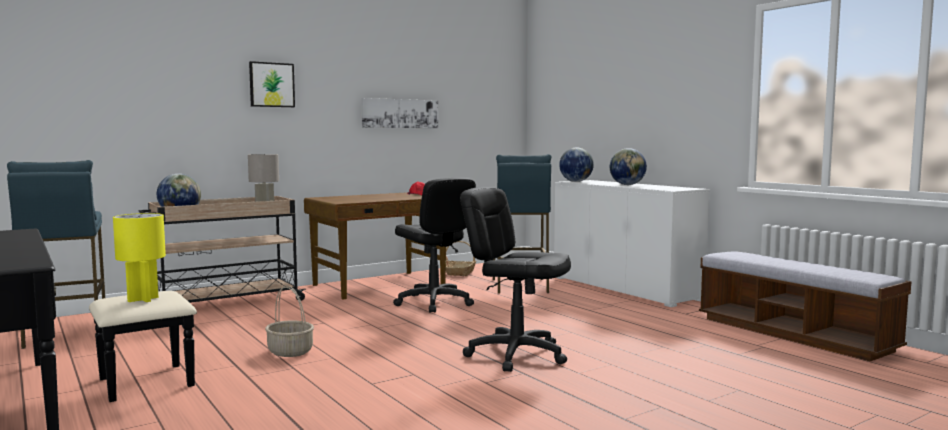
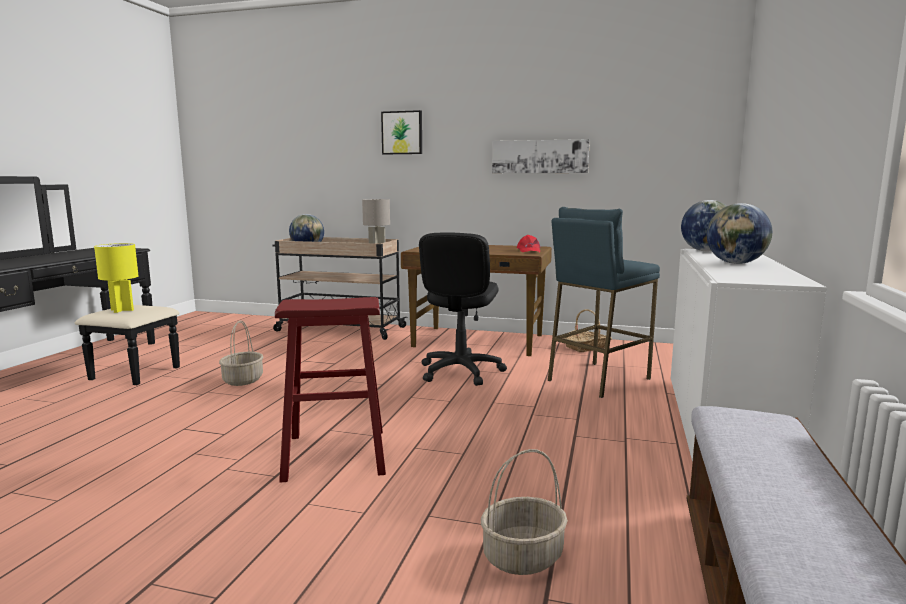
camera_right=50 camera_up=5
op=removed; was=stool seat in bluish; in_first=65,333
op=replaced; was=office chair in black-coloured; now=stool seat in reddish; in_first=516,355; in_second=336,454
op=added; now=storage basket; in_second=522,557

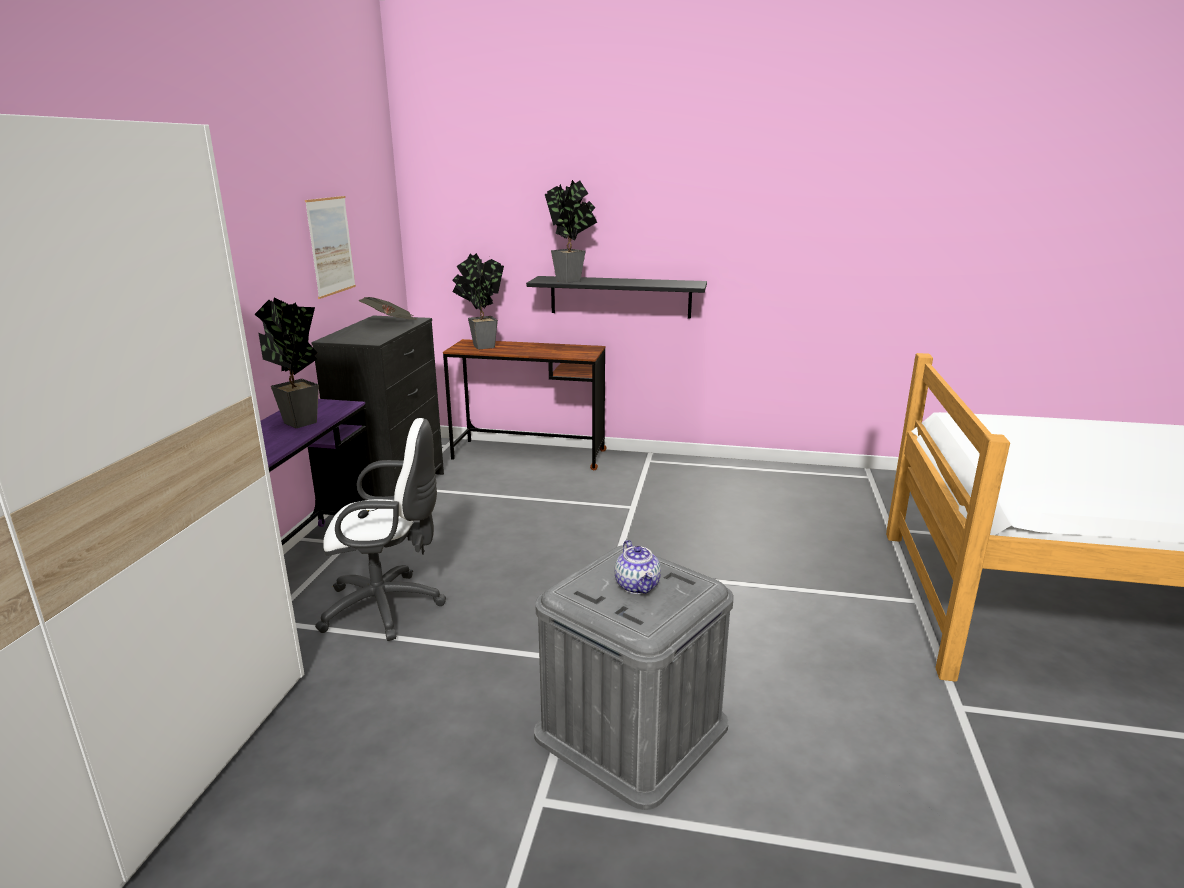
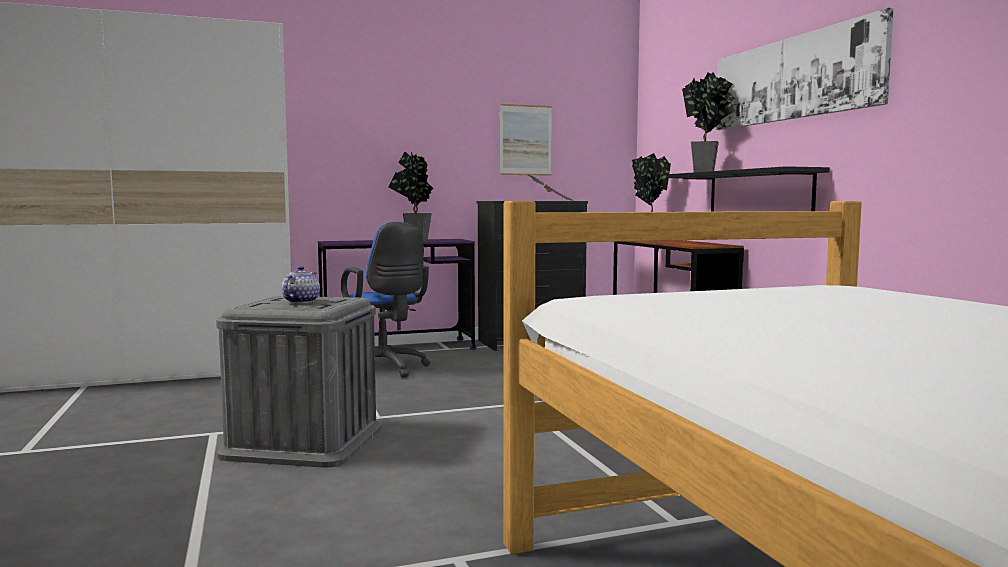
camera_right=60 camera_up=-15
op=recoloured; was=office chair in white; now=office chair in bluish; in_first=388,607; in_second=386,369
op=turned; was=pot for tea; in_first=638,586; in_second=301,301; clockwise=150
op=added; now=picture; in_second=792,78

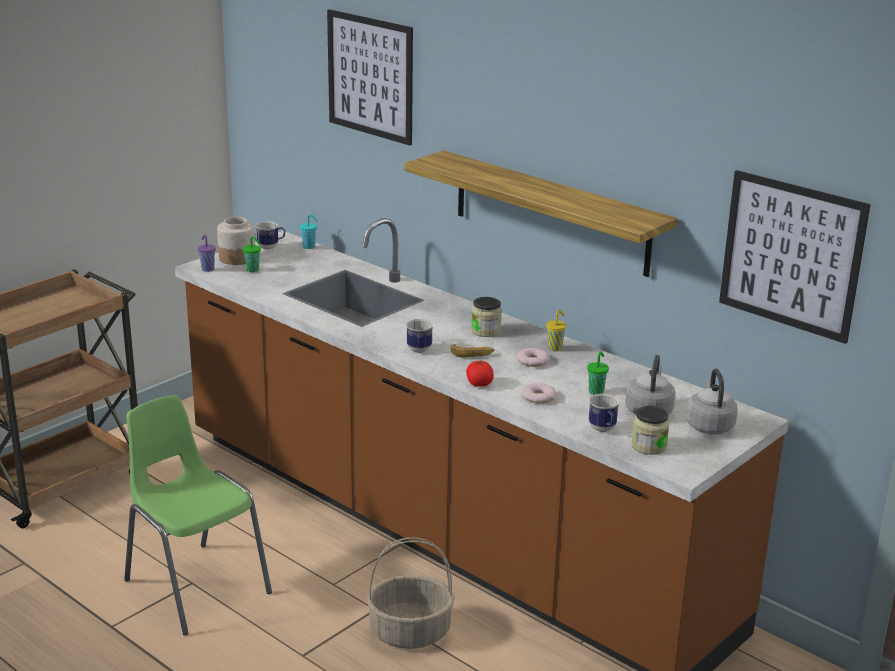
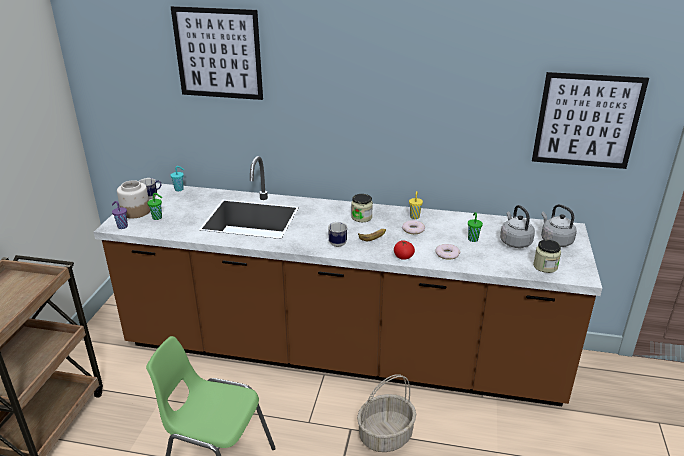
camera_right=-30 camera_up=5
op=removed; was=wall shelf; in_first=550,213
op=removed; was=mug; in_first=603,430

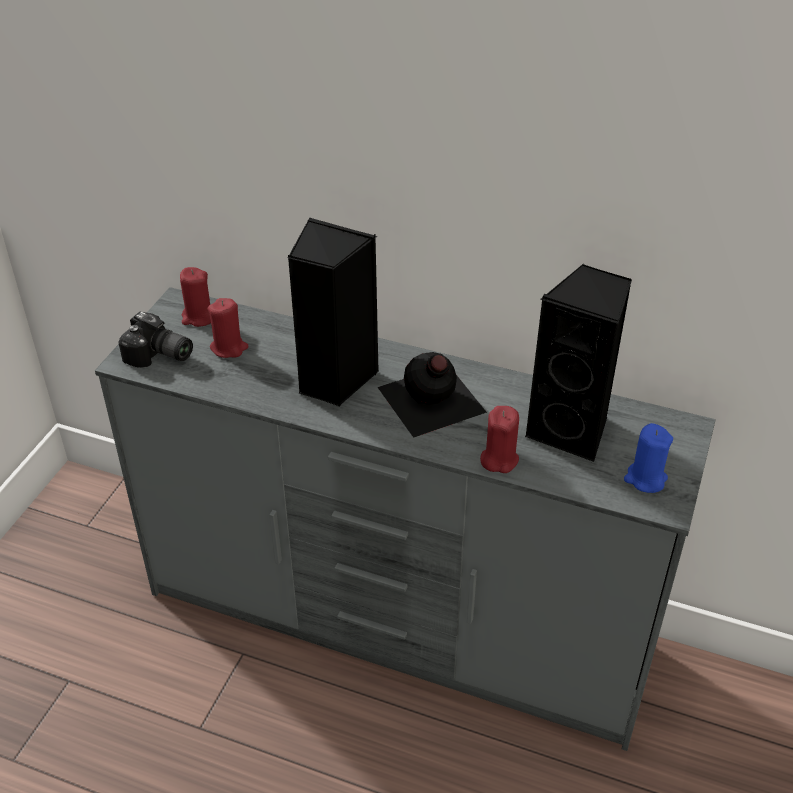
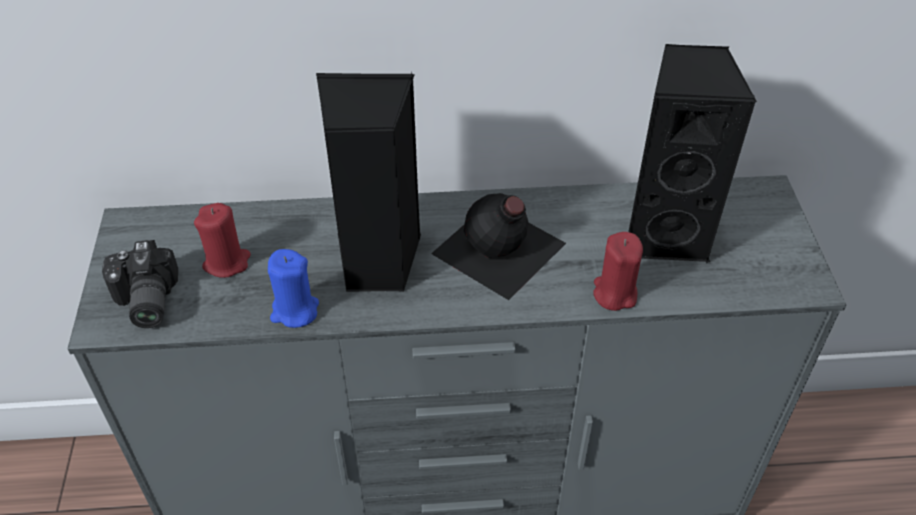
camera_right=-25 camera_up=5
op=removed; was=wax light in reddish; in_first=198,317
op=turned; was=still camera; in_first=159,356; in_second=143,301; clockwise=75
op=moved; was=wax light in bluish; in_first=645,479; in_second=294,311

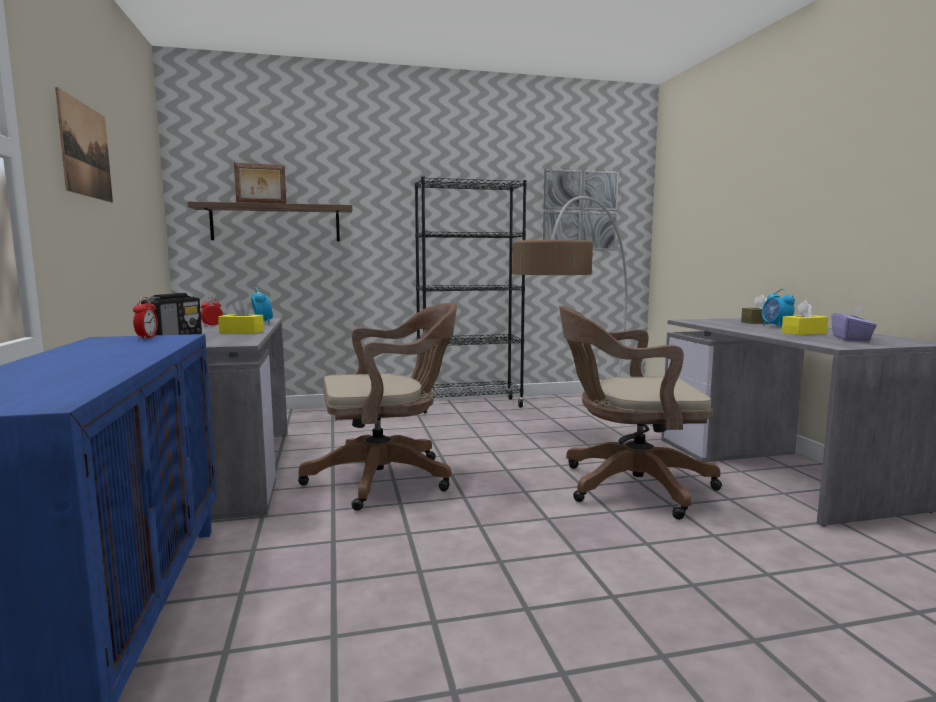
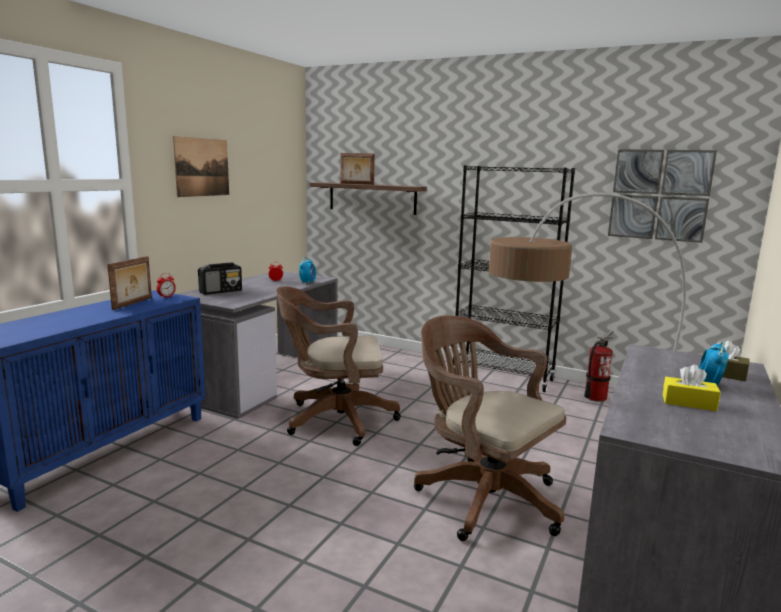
camera_right=40 camera_up=5
op=removed; was=tissue box in yellow-coloured; in_first=241,331
op=turned; was=office chair in brownish; in_first=387,478; in_second=334,420; clockwise=150
op=removed; was=tissue box in purplish; in_first=851,339
op=added; now=picture frame; in_second=133,303
op=added; now=fire extinguisher; in_second=595,397

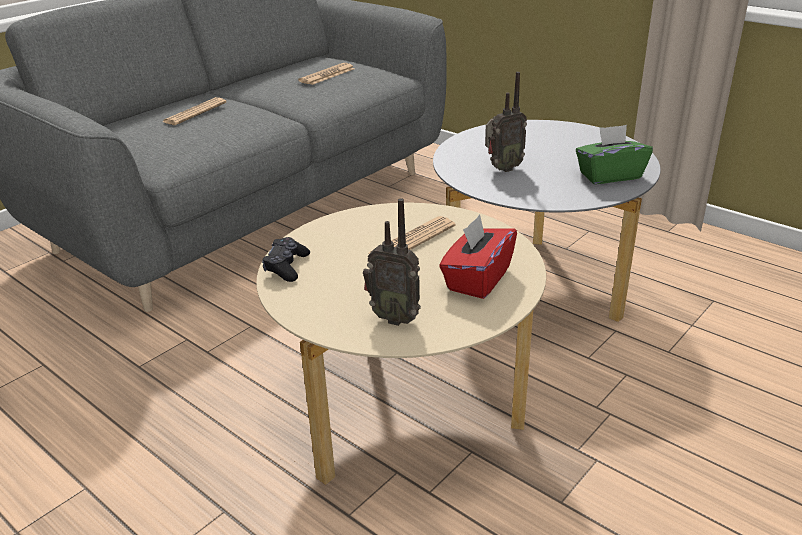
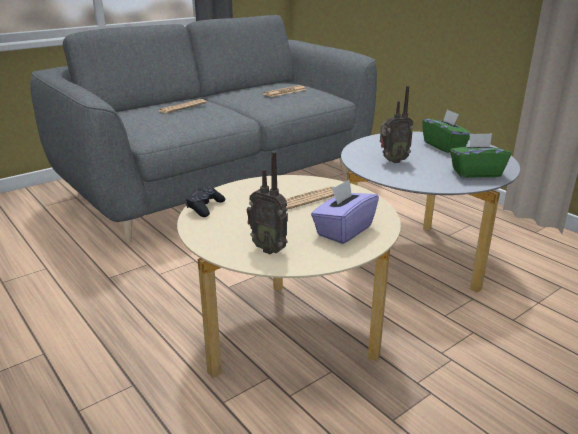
camera_right=10 camera_up=-5
op=recoloured; was=tissue box in reddish; now=tissue box in purplish; in_first=477,279; in_second=343,230
op=added; now=tissue box in green; in_second=444,146

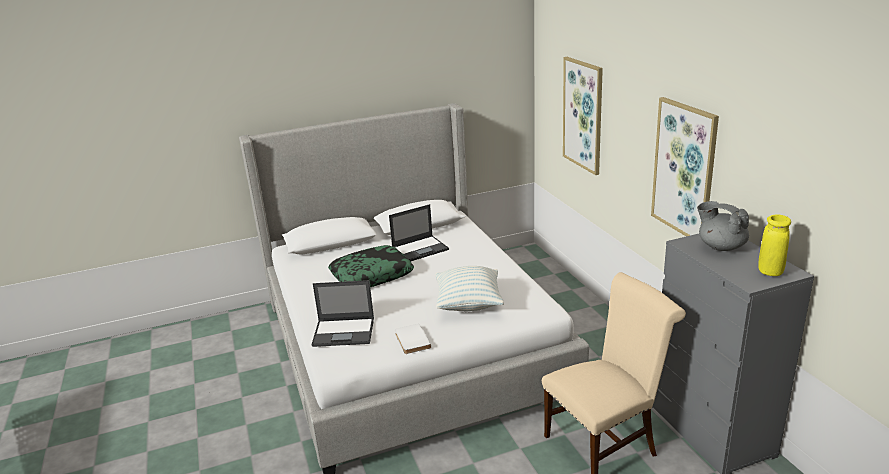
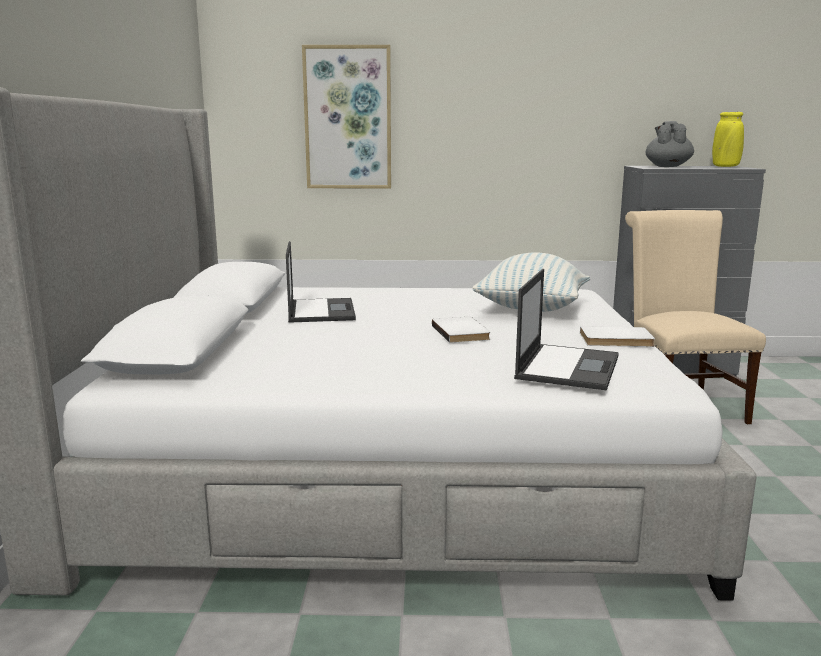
camera_right=-70 camera_up=-10
op=removed; was=picture; in_first=684,169
op=turned; was=pot for tea in grey; in_first=720,246; in_second=667,166; clockwise=120
op=removed; was=pillow; in_first=371,275
op=added; now=volume in white; in_second=462,332

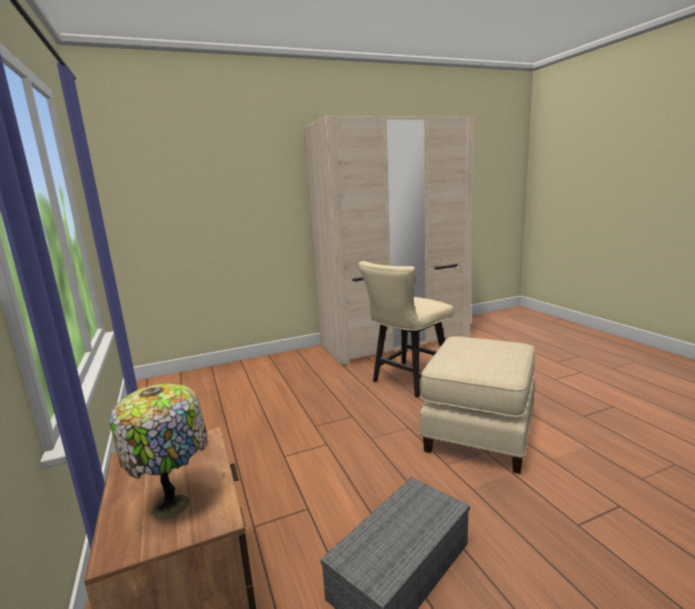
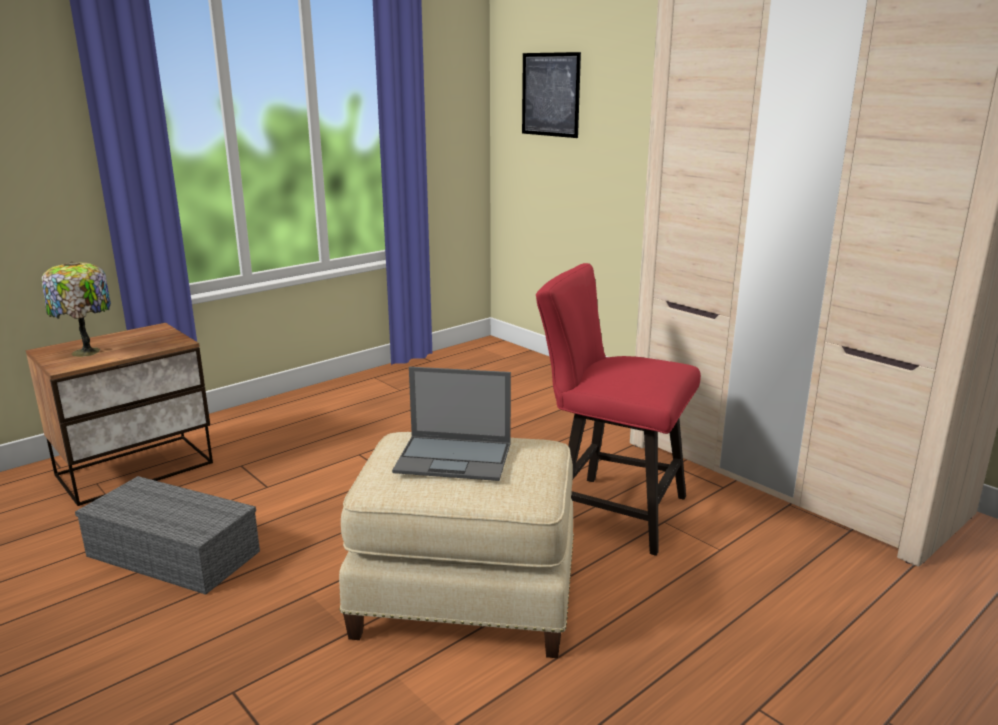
camera_right=70 camera_up=5
op=recoloured; was=chair in sand-coloured; now=chair in reddish; in_first=407,381; in_second=610,510
op=added; now=picture; in_second=550,94
op=added; now=notebook computer; in_second=455,458

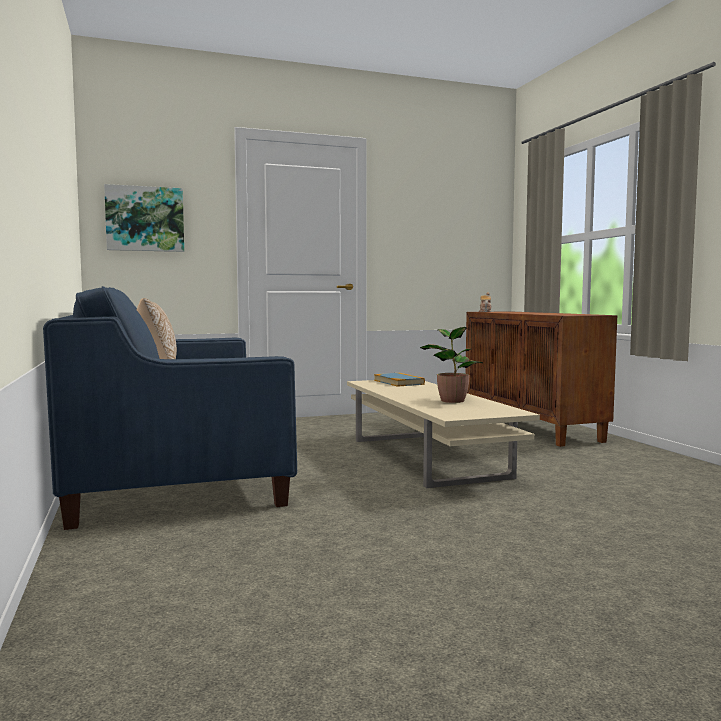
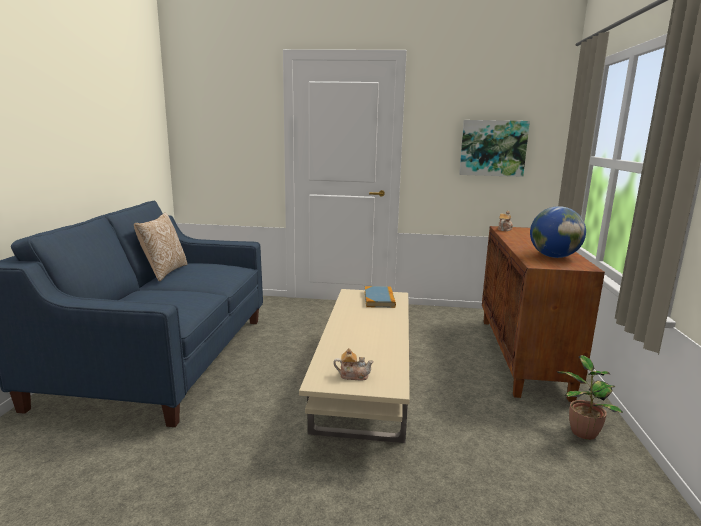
camera_right=25 camera_up=10
op=moved; was=picture; in_first=145,219; in_second=493,148
op=moved; was=plant in a pot; in_first=451,400; in_second=582,431
op=added; now=world globe; in_second=553,257
op=added; now=pot for tea; in_second=353,375

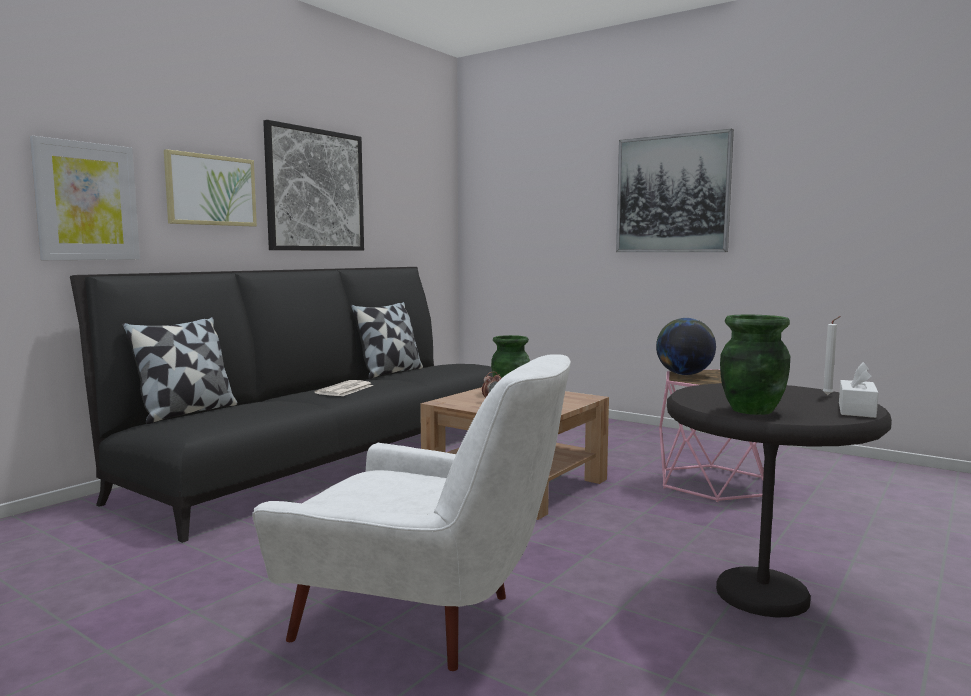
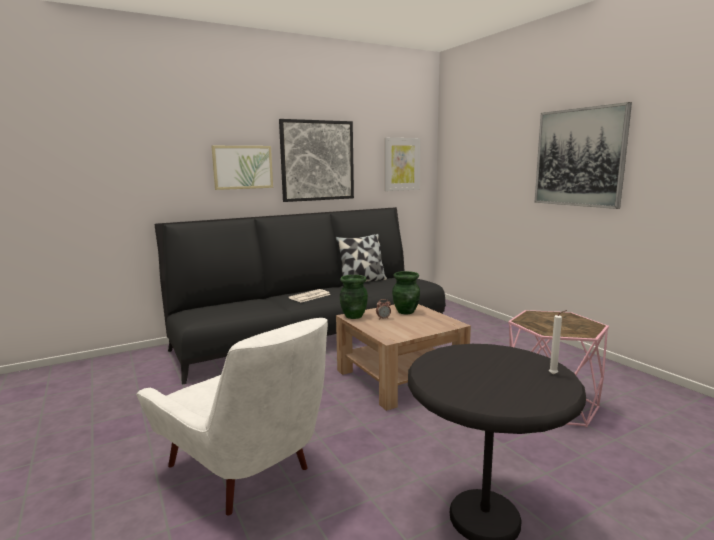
camera_right=25 camera_up=5
op=moved; was=picture; in_first=86,201; in_second=401,164
op=moved; was=decorative vase in green; in_first=751,410; in_second=353,316
op=removed; was=pillow; in_first=186,412
op=removed; was=world globe; in_first=684,374
op=removed; was=tissue box in white; in_first=856,410

